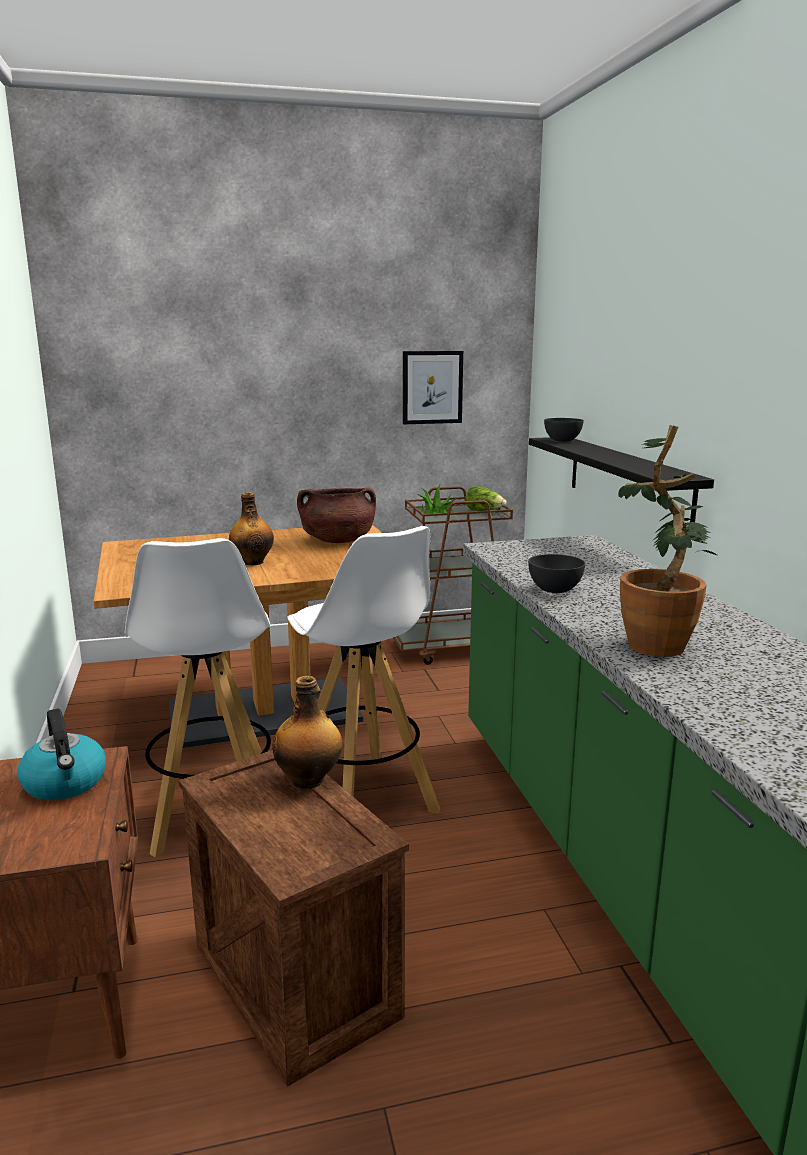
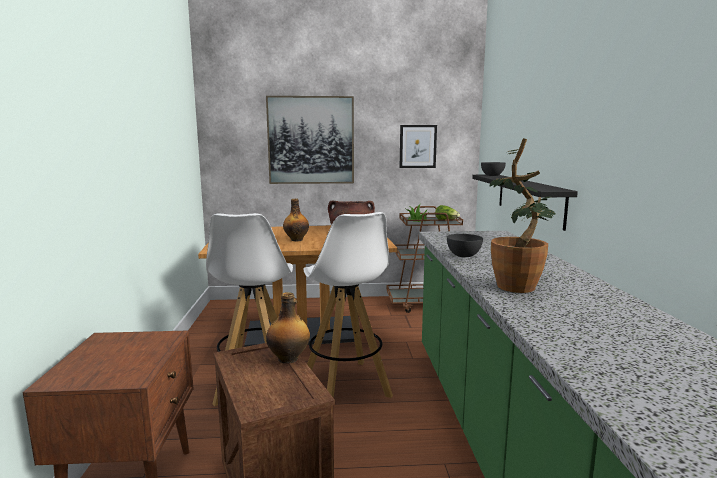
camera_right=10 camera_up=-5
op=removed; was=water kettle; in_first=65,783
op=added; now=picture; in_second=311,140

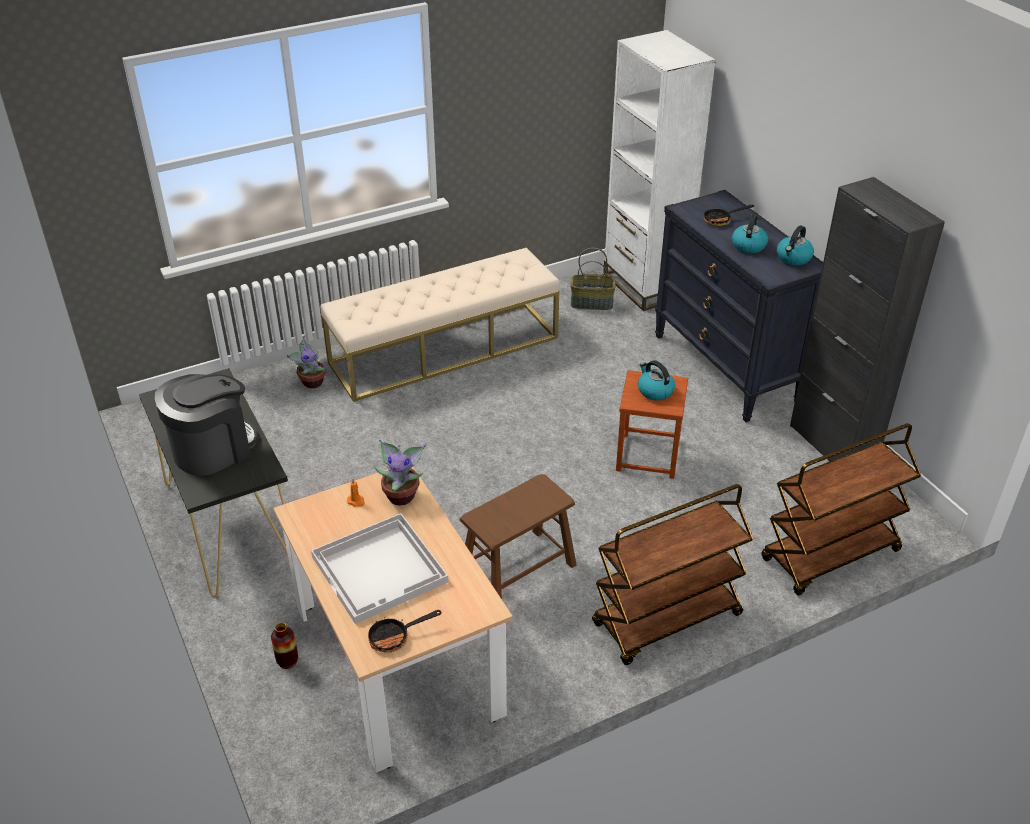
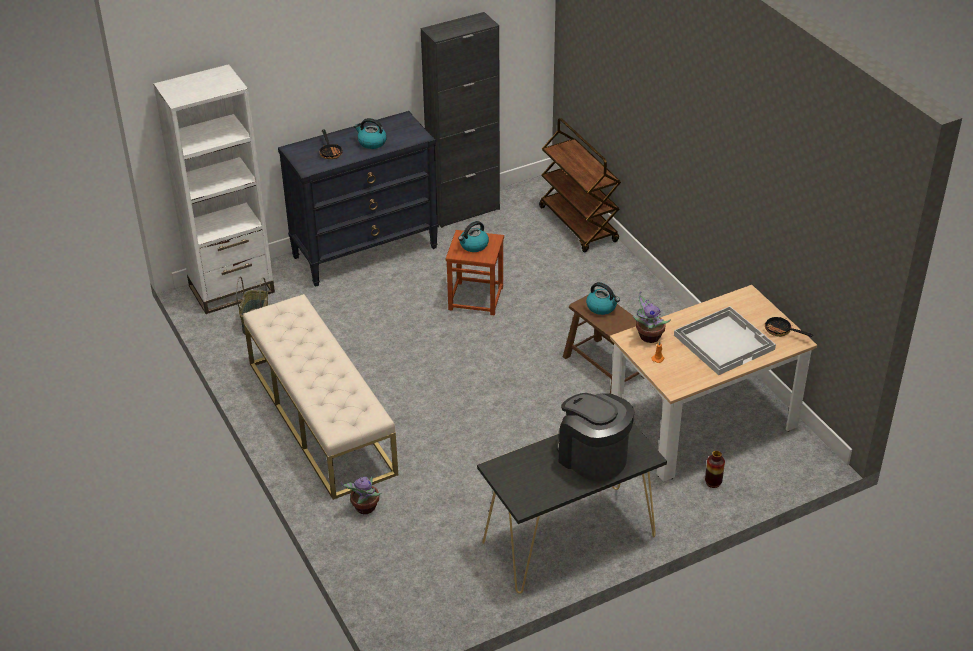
camera_right=-90 camera_up=0
op=moved; was=water kettle; in_first=793,258; in_second=602,307
op=removed; was=wheeled cart in brownish; in_first=666,621
op=turned; was=frying pan; in_first=395,637; in_second=781,331; clockwise=150

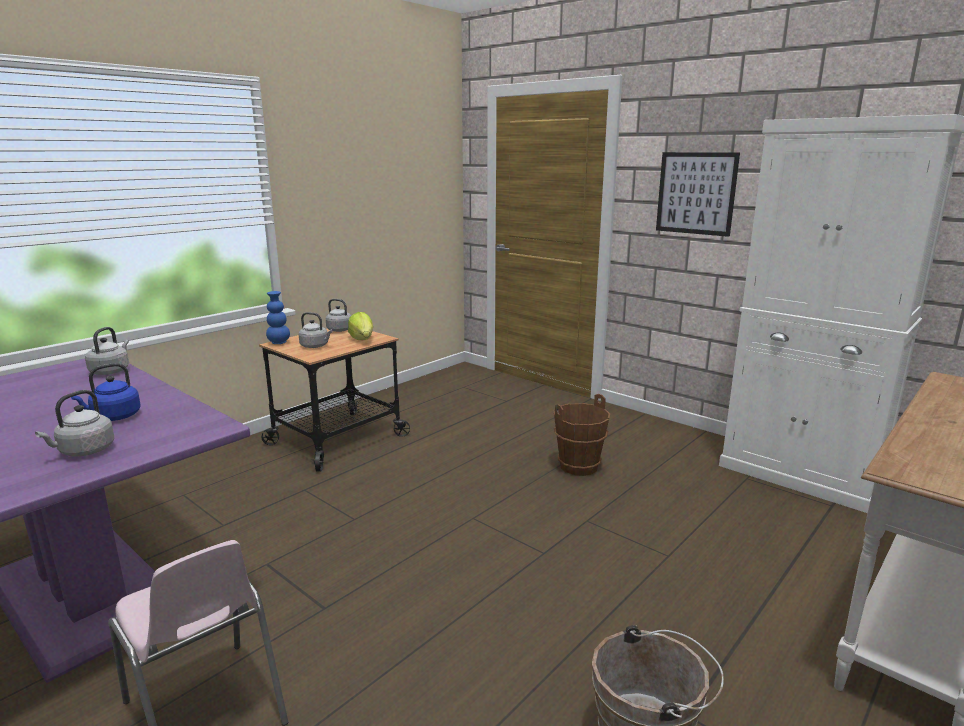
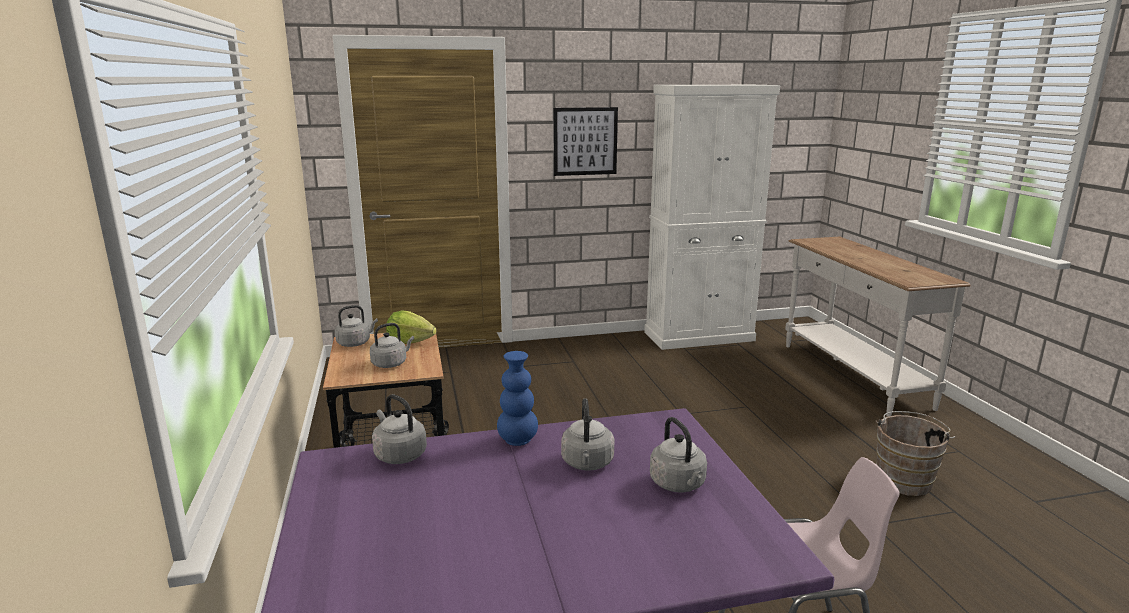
camera_right=-55 camera_up=0
op=moved; was=decorative vase in bluish; in_first=279,343; in_second=517,440
op=recoloured; was=water kettle in bluish; now=water kettle in grey; in_first=114,417; in_second=587,464
op=removed; was=water bucket in brownish; in_first=579,467

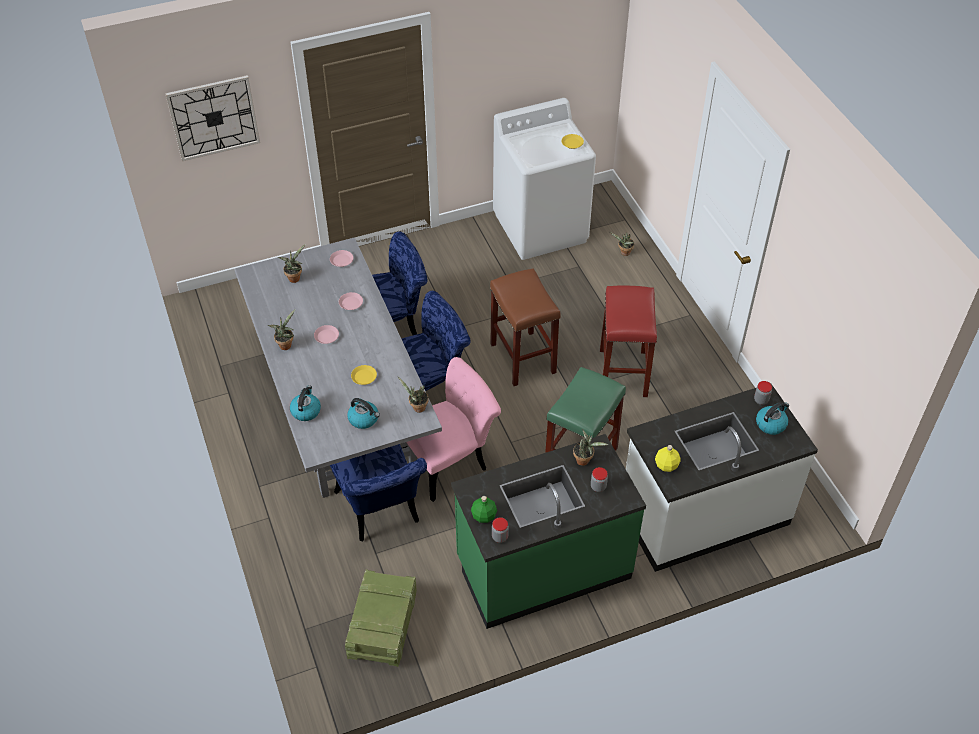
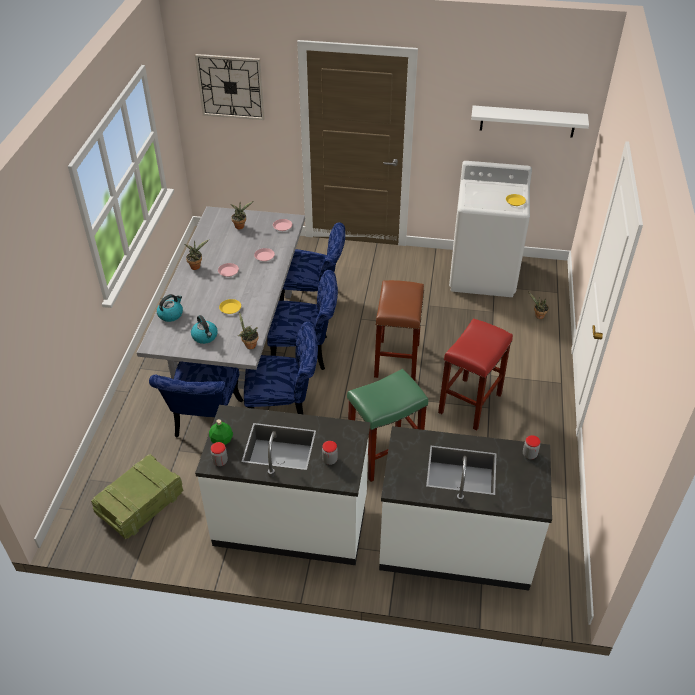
camera_right=30 camera_up=-5
op=recoloured; was=chair in pink-coloured; now=chair in bluish; in_first=451,460; in_second=285,409
op=removed; was=water kettle; in_first=771,424
op=removed; was=plant in a pot; in_first=584,460
op=recoloured; was=kitchen counter in green; now=kitchen counter in white; in_first=543,568; in_second=291,521
op=removed; was=bottle in yellow-coloured; in_first=666,465
op=added; now=wall shelf in white; in_second=527,121

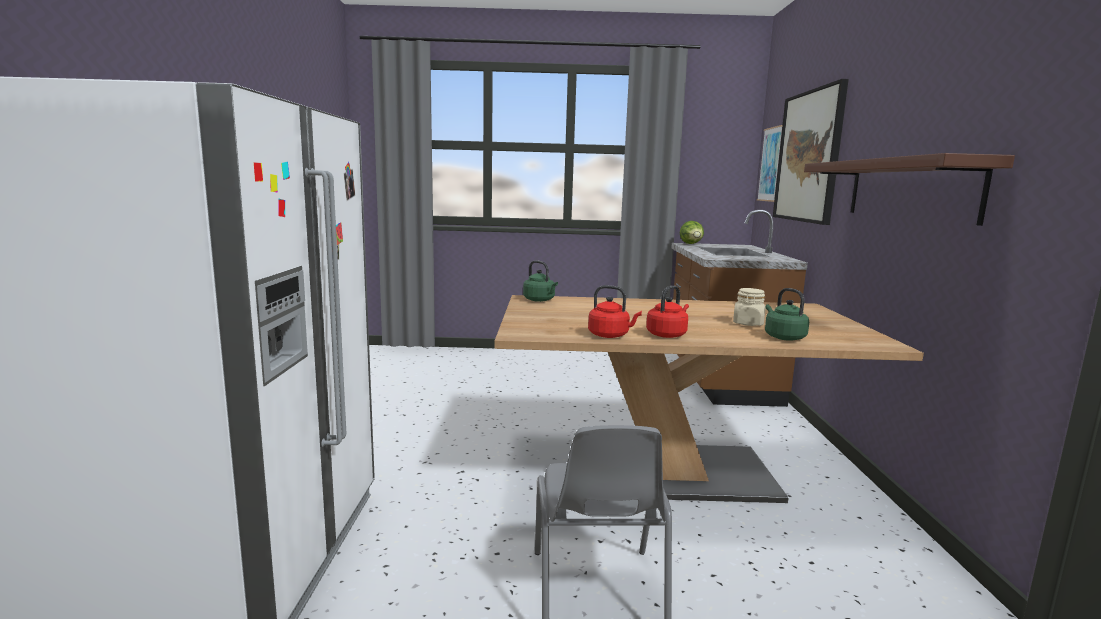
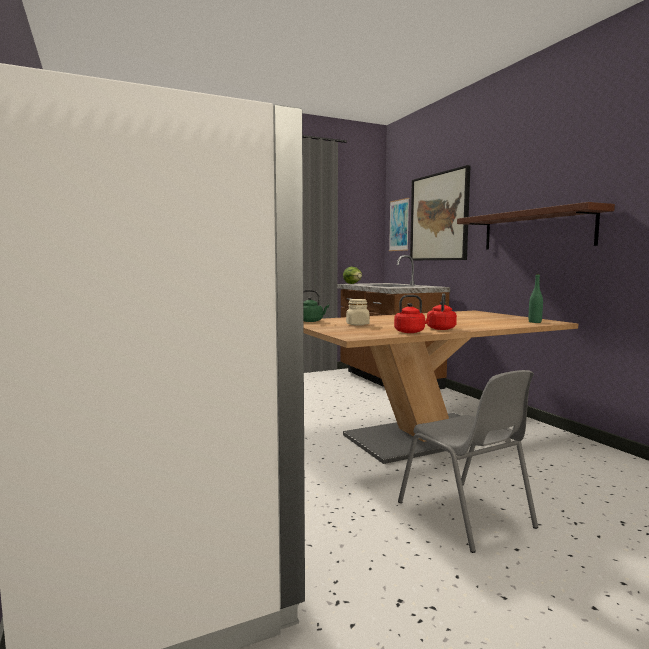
camera_right=-25 camera_up=-5
op=moved; was=jar in sand-coloured; in_first=748,323; in_second=357,324
op=removed; was=water kettle in green; in_first=783,337
op=added; now=bottle in green; in_second=535,322

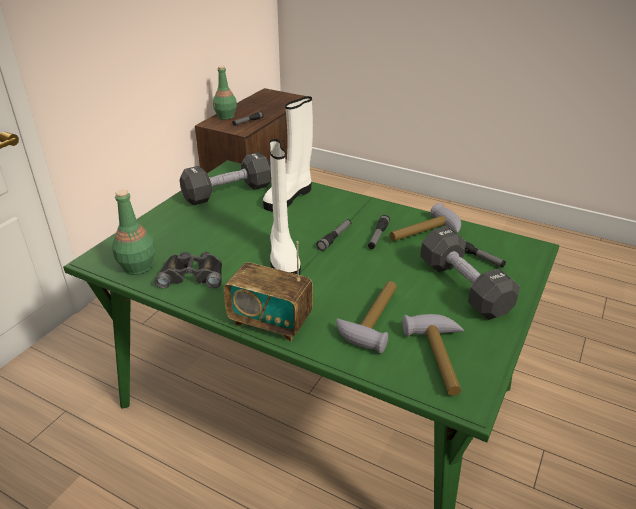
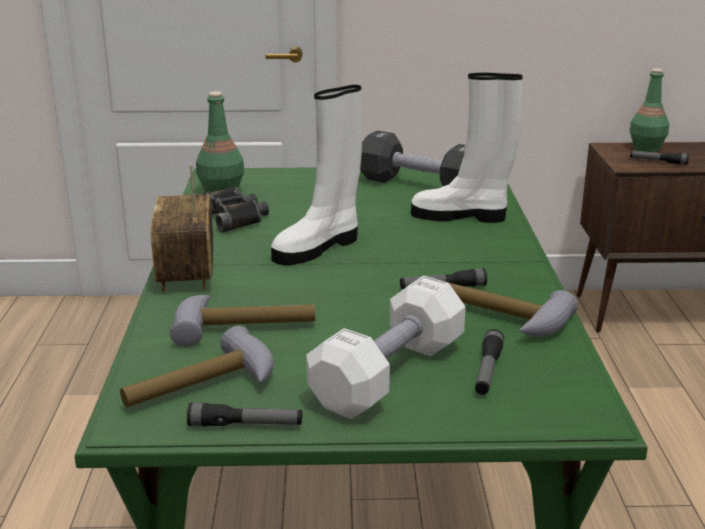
camera_right=60 camera_up=-10
op=moved; was=flashlight; in_first=335,238; in_second=245,425
op=recoloured; was=dumbbell in black-coloured; now=dumbbell in white; in_first=464,287; in_second=389,374

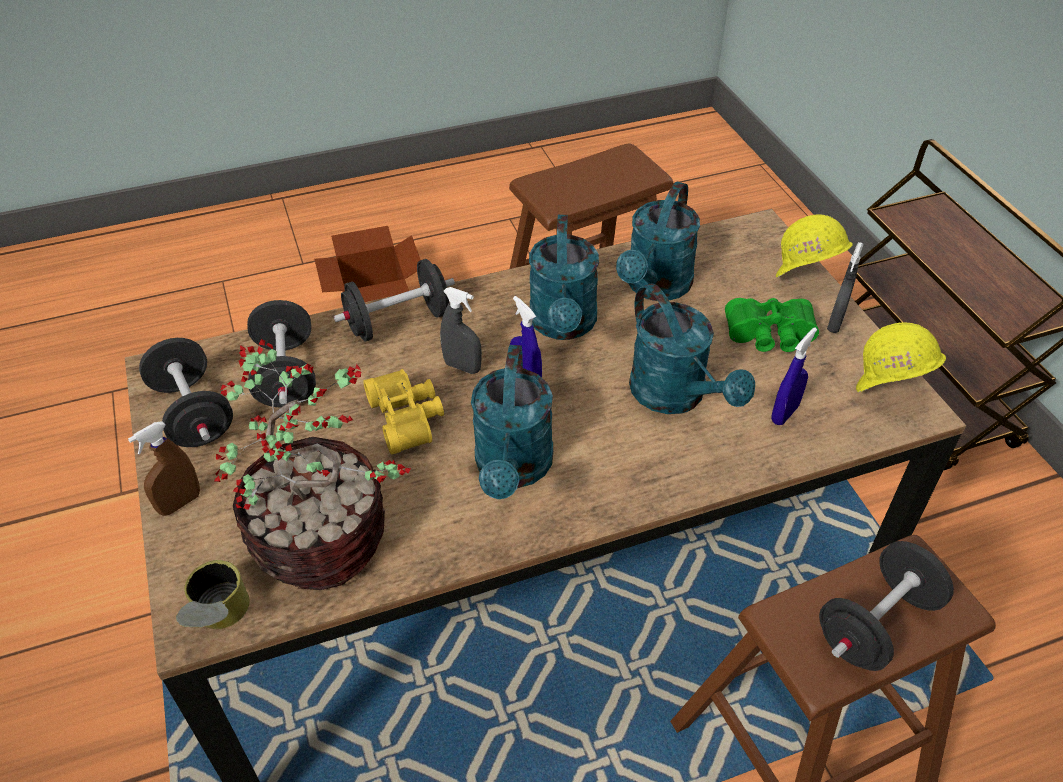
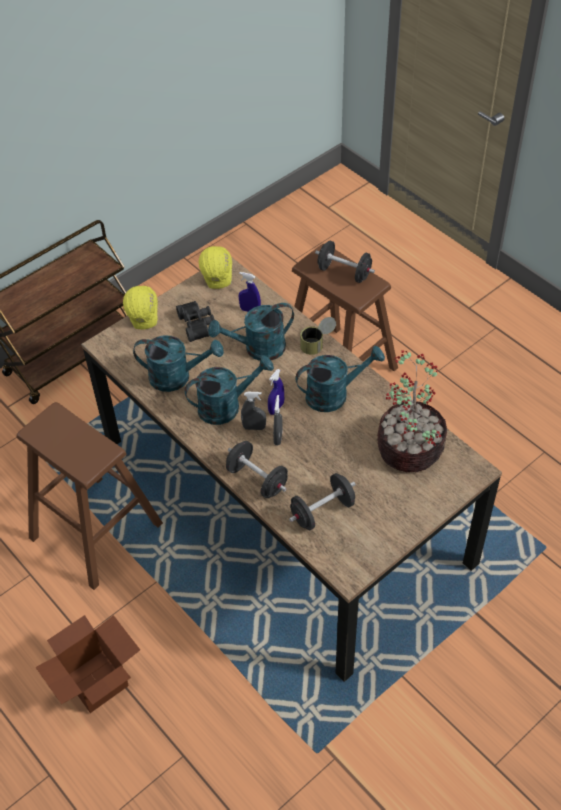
camera_right=-110 camera_up=5
op=moved; was=spray bottle in grey; in_first=835,323; in_second=254,427
op=turned; was=watering pot in turquoise; in_first=676,397; in_second=258,349; clockwise=-150
op=recoloured; was=field glasses in green; now=field glasses in black-coloured; in_first=770,337; in_second=198,324
op=removed; was=dumbbell in black-coloured; in_first=193,413
op=removed; was=field glasses in yellow-coloured; in_first=408,417
op=removed; was=spray bottle in brownish; in_first=180,503
op=moved; was=metal can; in_first=219,620; in_second=318,344

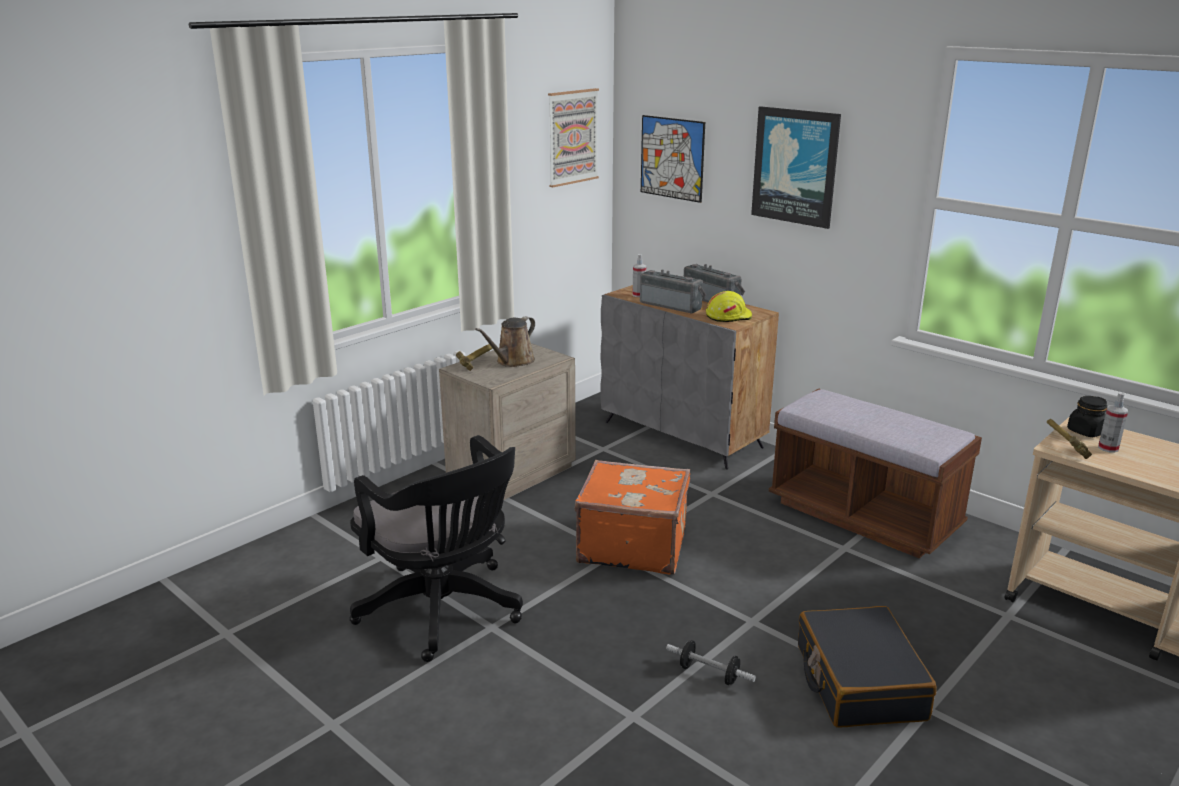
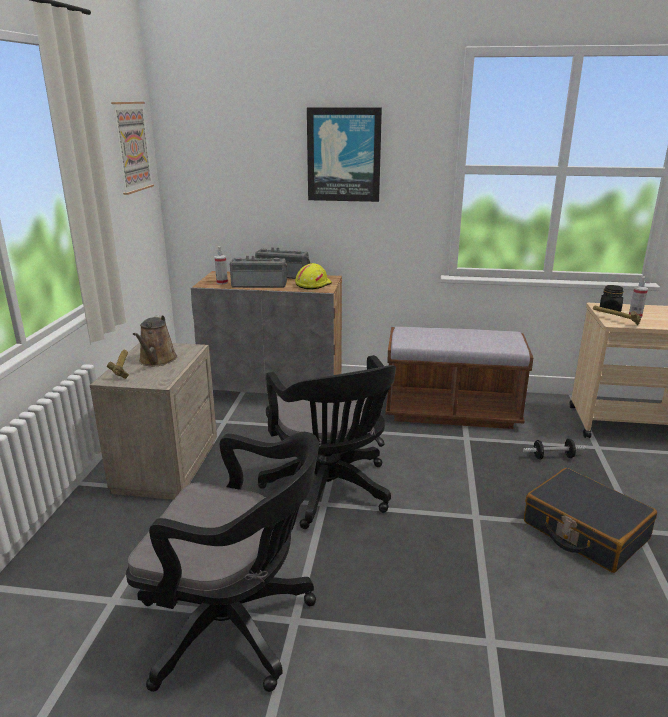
camera_right=-35 camera_up=0
op=removed; was=picture; in_first=672,158
op=replaced; was=travel case in orange-coloured; now=office chair in black-coloured; in_first=632,545; in_second=330,492
op=moved; was=dumbbell; in_first=709,674; in_second=553,457

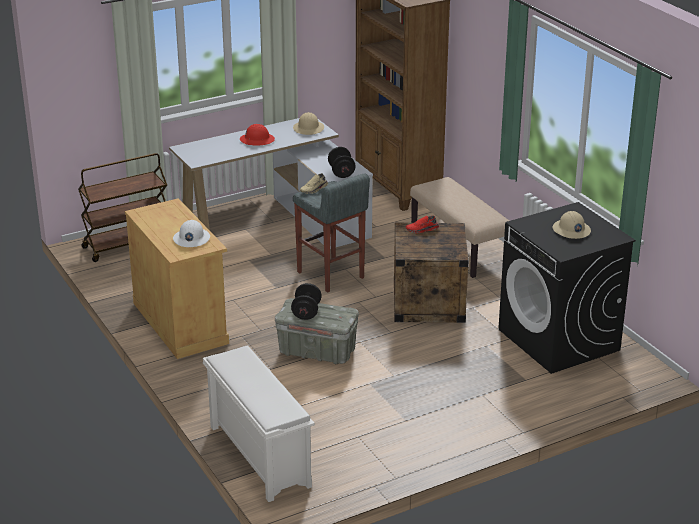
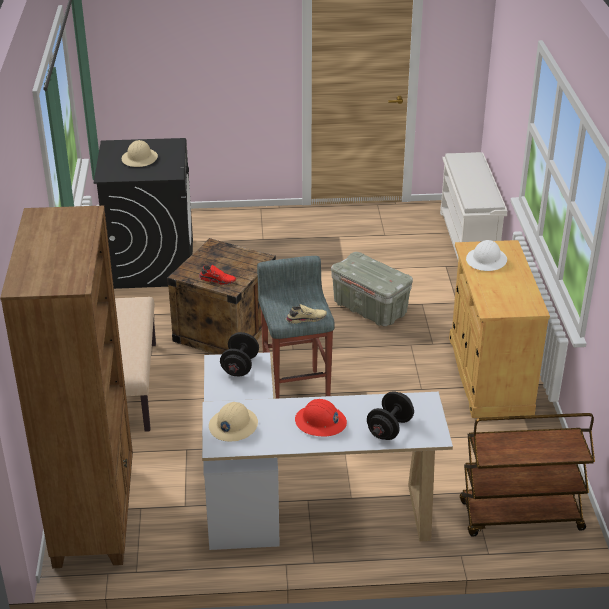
camera_right=-155 camera_up=5
op=moved; was=dumbbell in black-coloured; in_first=306,312; in_second=389,429

